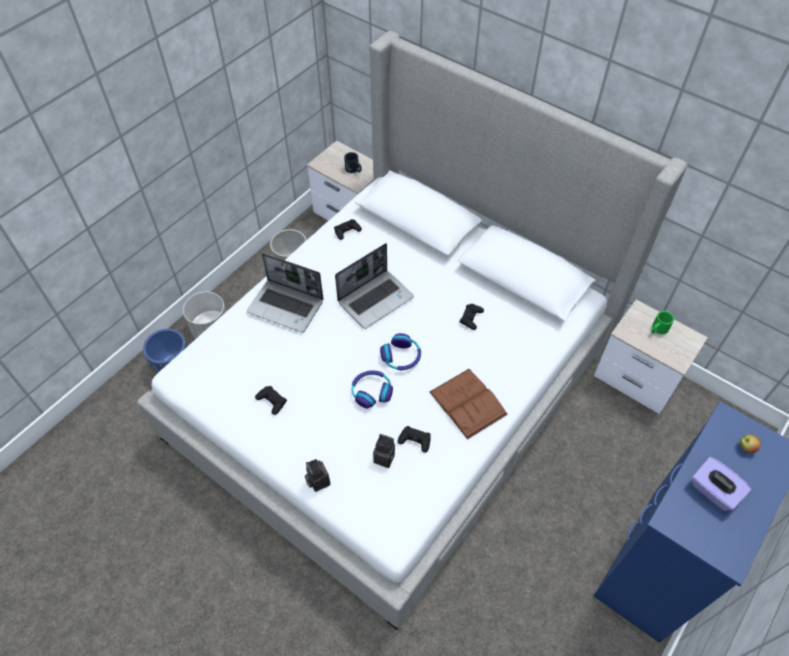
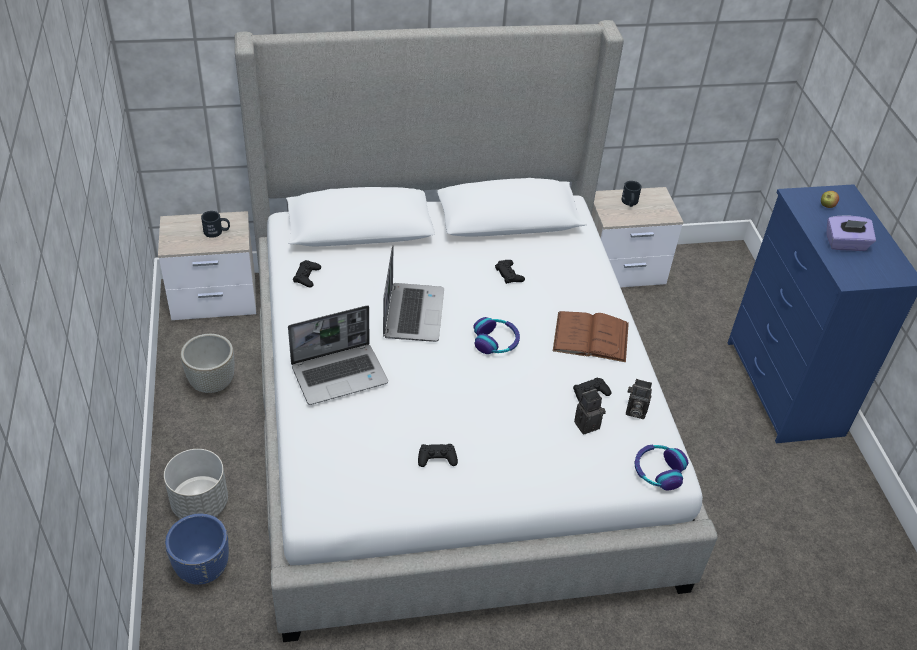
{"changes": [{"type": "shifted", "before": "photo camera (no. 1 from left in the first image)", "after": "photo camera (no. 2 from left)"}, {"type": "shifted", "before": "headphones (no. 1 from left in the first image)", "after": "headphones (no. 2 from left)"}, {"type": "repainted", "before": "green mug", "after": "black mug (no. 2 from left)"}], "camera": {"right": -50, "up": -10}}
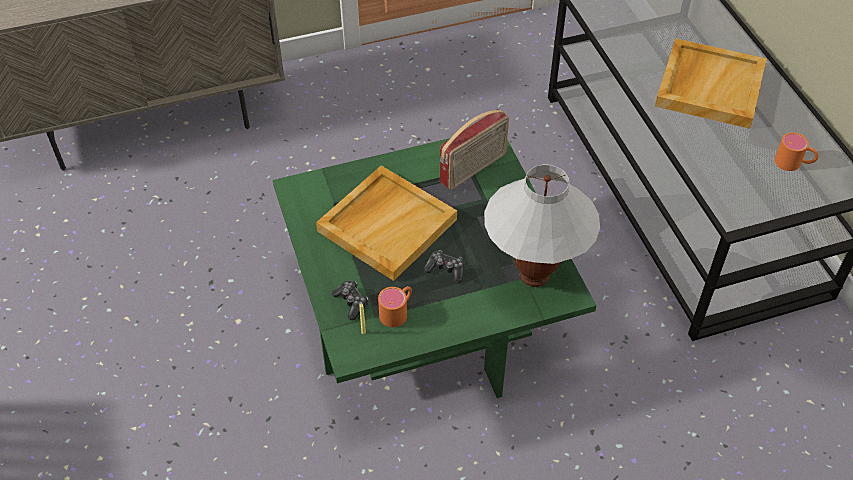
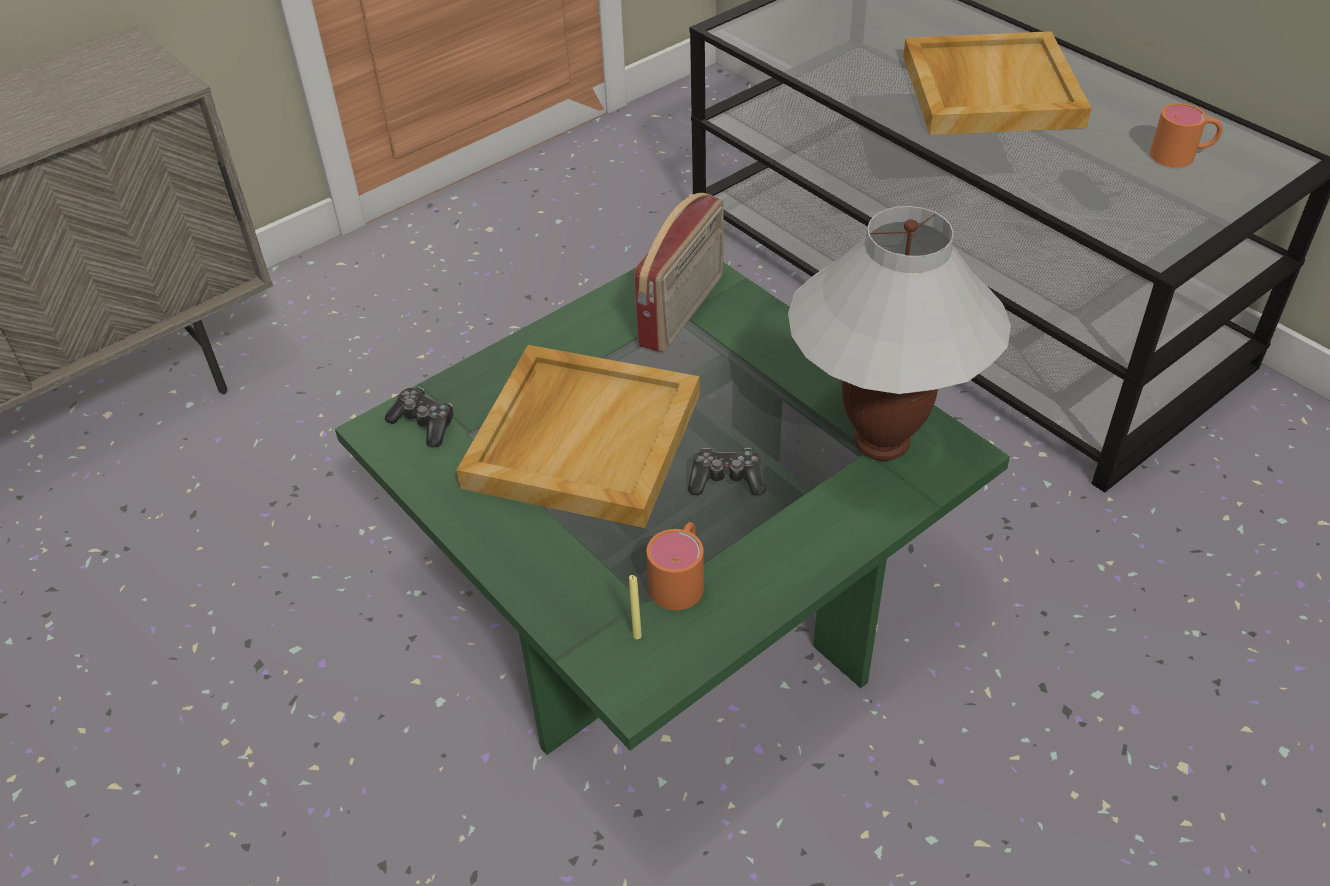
{"changes": [{"type": "shifted", "before": "game controller (no. 1 from left)"}], "camera": {"right": -20, "up": -5}}
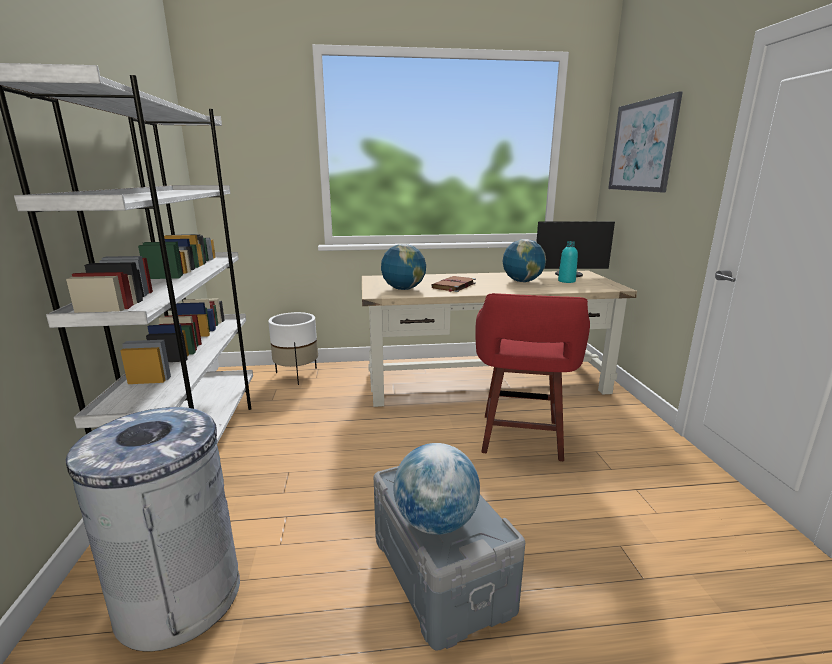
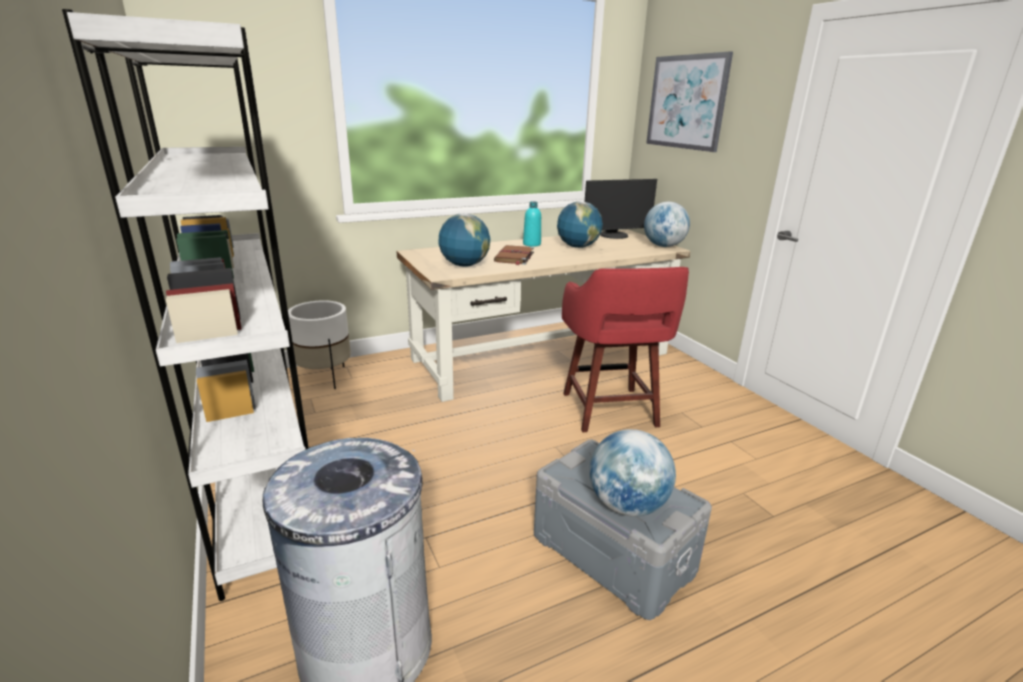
{"changes": [{"type": "new", "after": "globe (no. 4 from left)"}, {"type": "shifted", "before": "turquoise bottle"}], "camera": {"right": -20, "up": 5}}
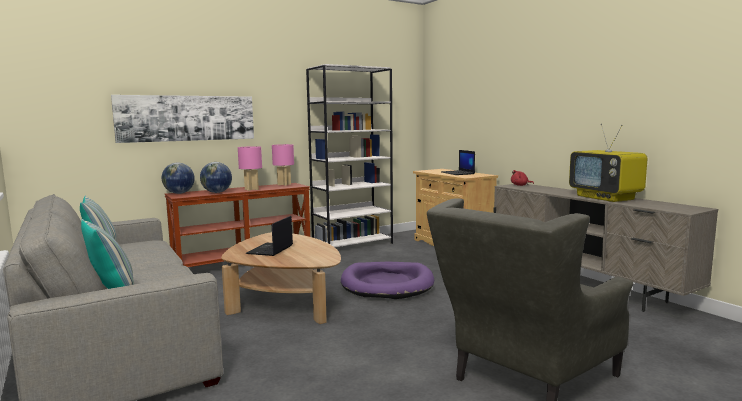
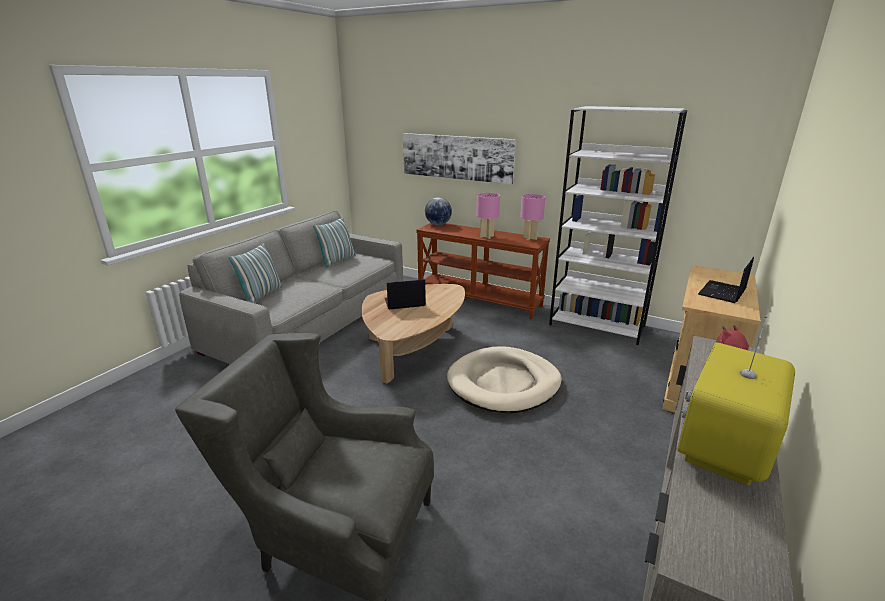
{"changes": [{"type": "gone", "before": "globe (no. 2 from left)"}, {"type": "repainted", "before": "purple dog bed", "after": "beige dog bed"}], "camera": {"right": 60, "up": 15}}
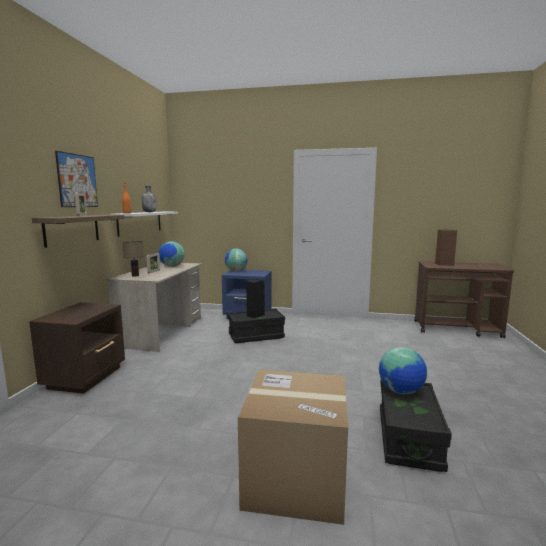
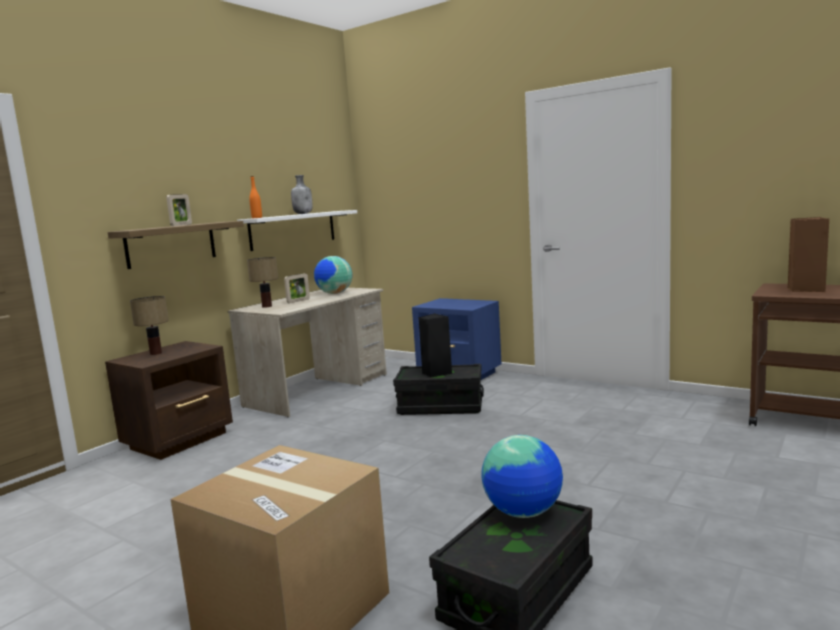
{"changes": [{"type": "gone", "before": "picture"}, {"type": "gone", "before": "globe (no. 2 from left)"}, {"type": "new", "after": "table lamp (no. 1 from left)"}], "camera": {"right": 25, "up": 0}}
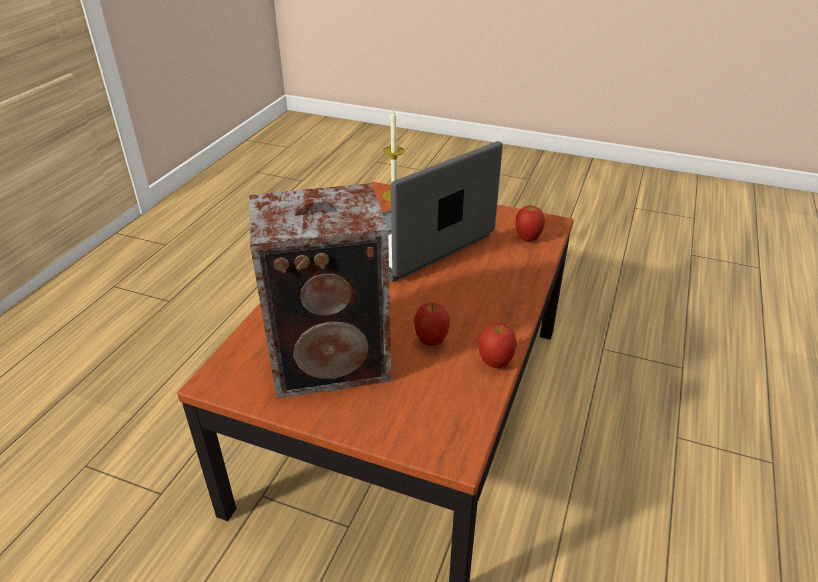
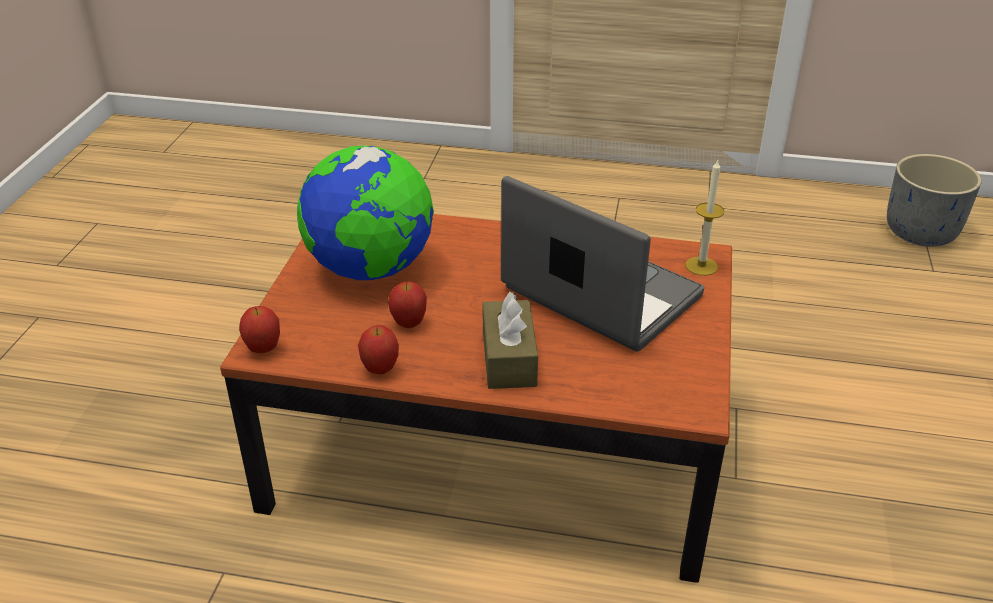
{"changes": [{"type": "new", "after": "brown tissue box"}, {"type": "new", "after": "grey planter"}, {"type": "shifted", "before": "apple (no. 3 from left in the first image)", "after": "apple (no. 1 from left)"}, {"type": "swapped", "before": "speaker", "after": "globe"}], "camera": {"right": 80, "up": 0}}
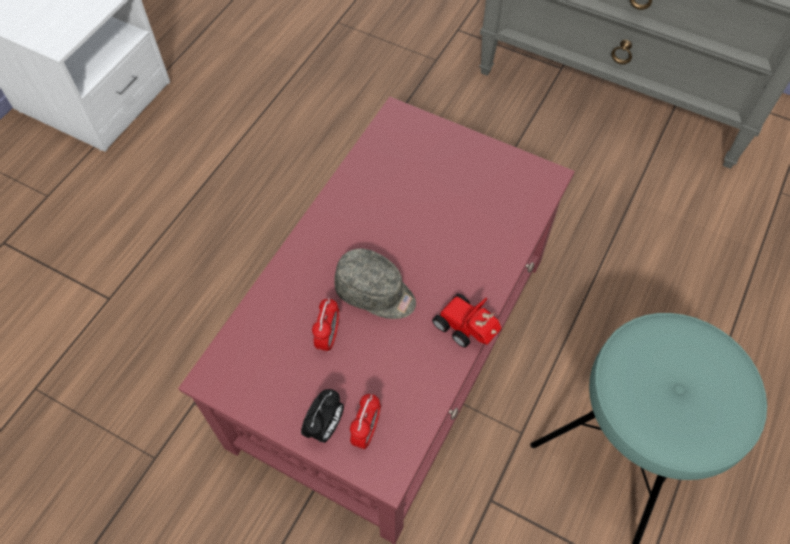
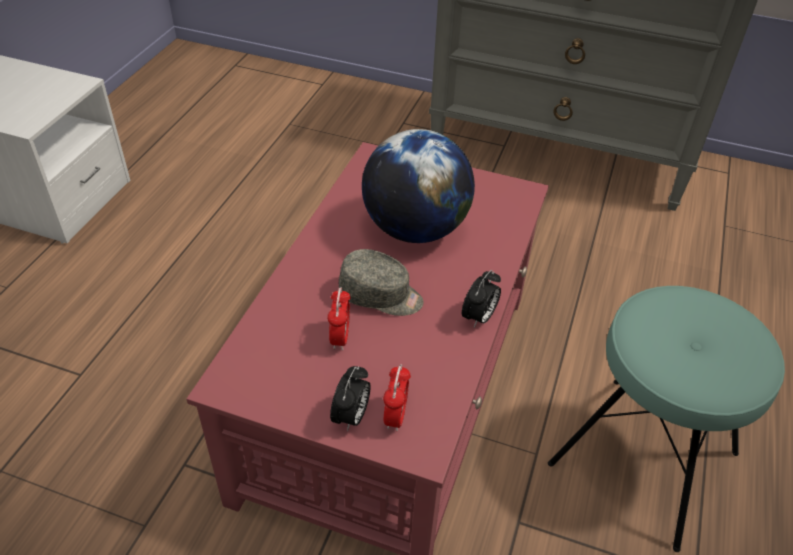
{"changes": [{"type": "new", "after": "globe"}, {"type": "swapped", "before": "toy car", "after": "alarm clock (no. 4 from left)"}], "camera": {"right": -10, "up": -15}}
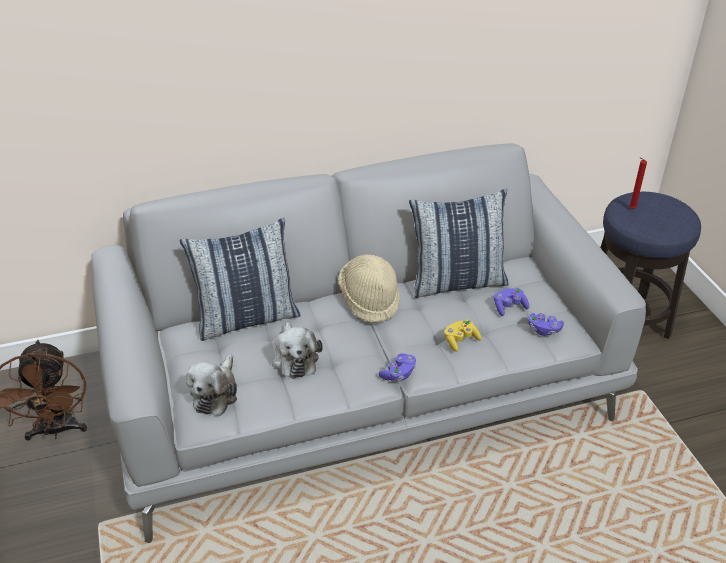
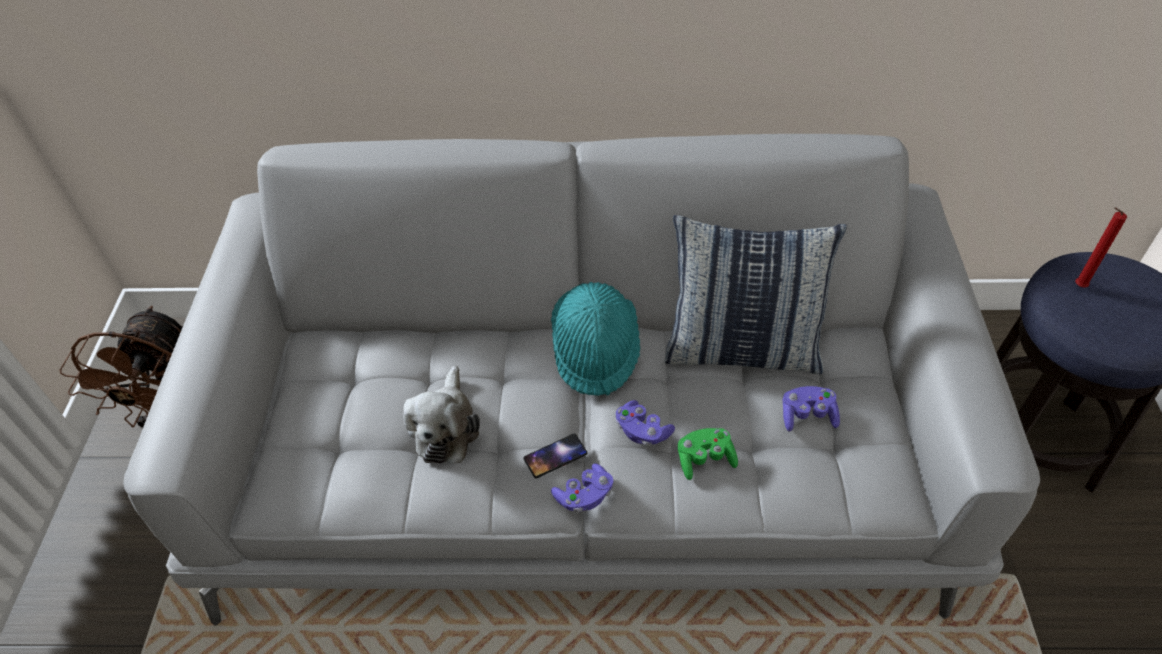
{"changes": [{"type": "gone", "before": "pillow (no. 1 from left)"}, {"type": "gone", "before": "plush toy (no. 1 from left)"}, {"type": "new", "after": "phone"}, {"type": "shifted", "before": "purple game controller (no. 3 from left in the first image)", "after": "purple game controller (no. 2 from left)"}, {"type": "repainted", "before": "beige hat", "after": "turquoise hat"}, {"type": "repainted", "before": "yellow game controller", "after": "green game controller"}], "camera": {"right": 20, "up": 10}}
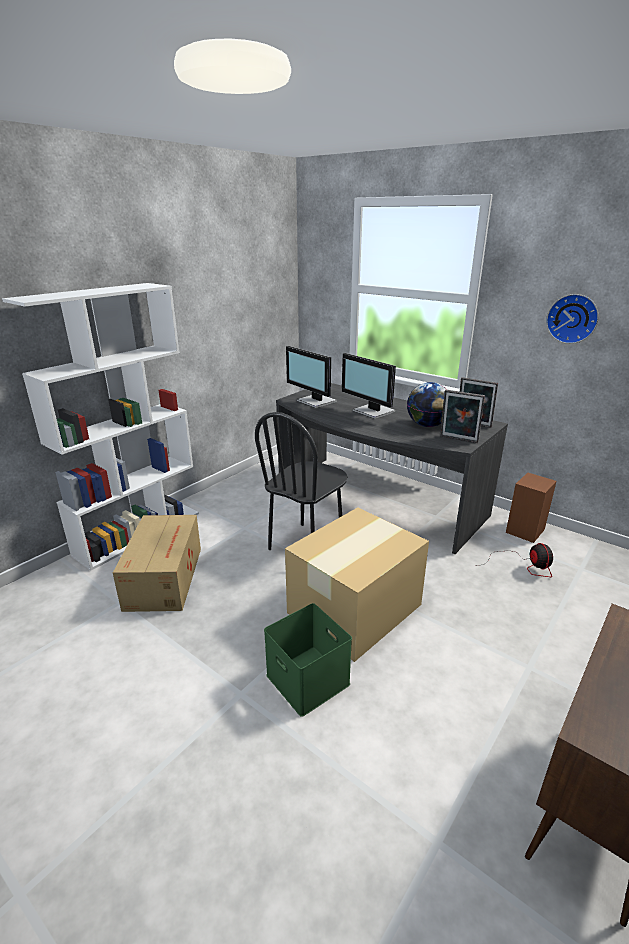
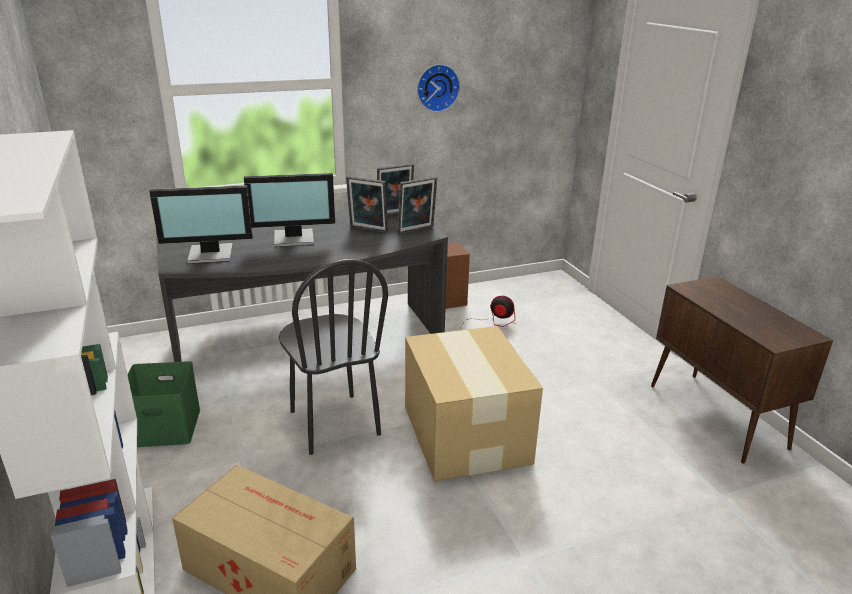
{"changes": [{"type": "shifted", "before": "green storage box"}, {"type": "swapped", "before": "globe", "after": "picture frame (no. 1 from left)"}], "camera": {"right": -60, "up": 0}}
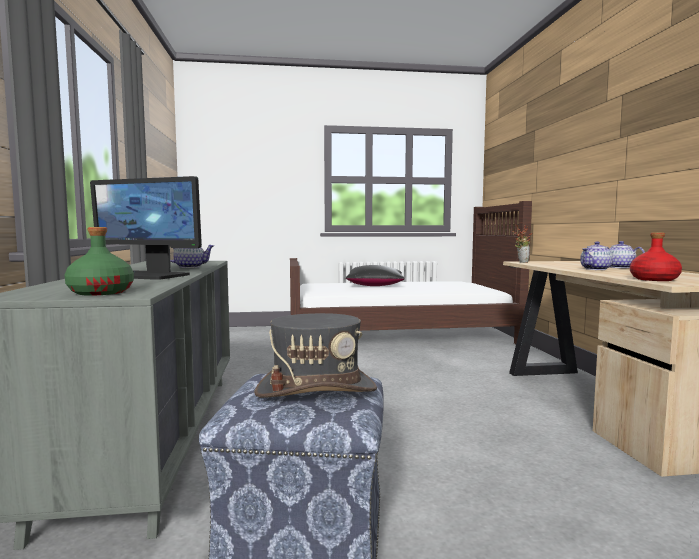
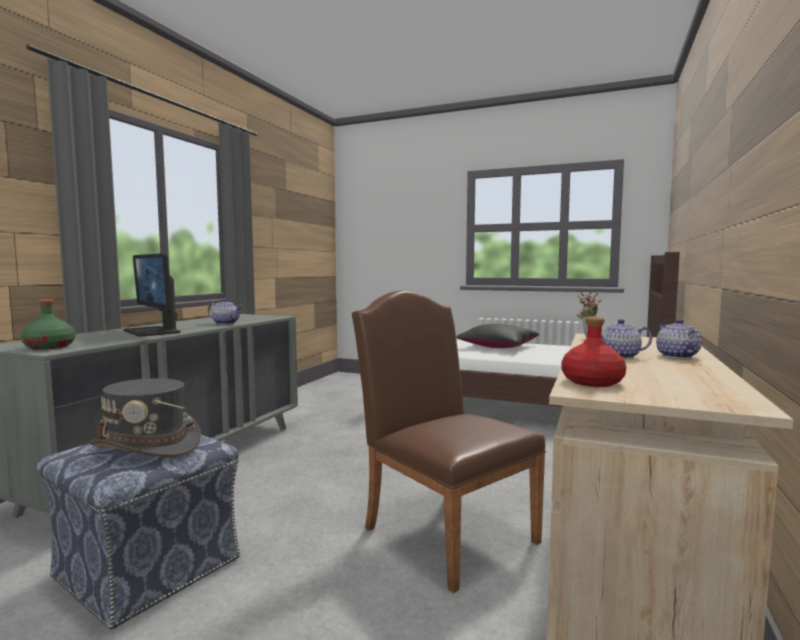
{"changes": [{"type": "new", "after": "brown chair"}], "camera": {"right": 30, "up": 0}}
